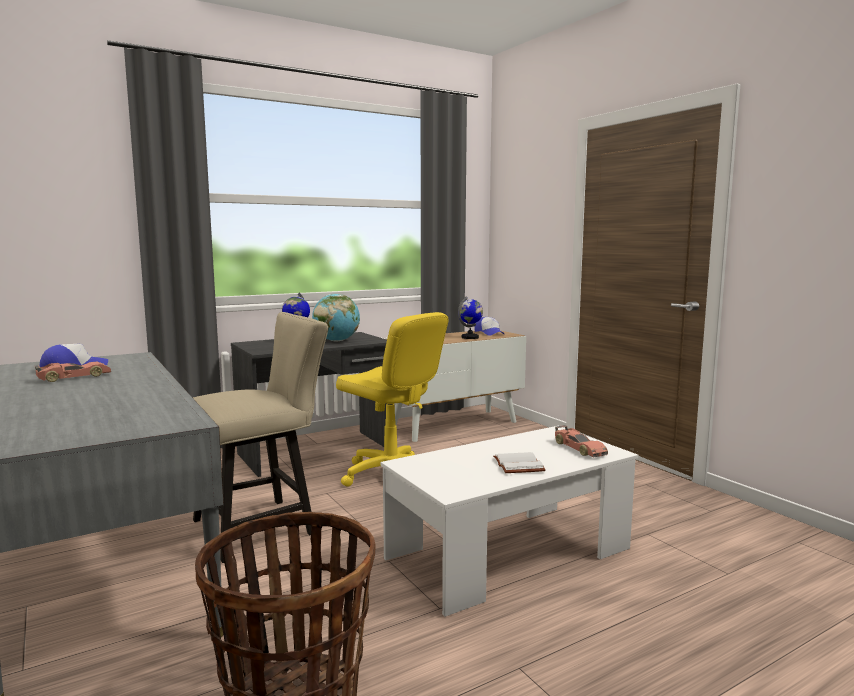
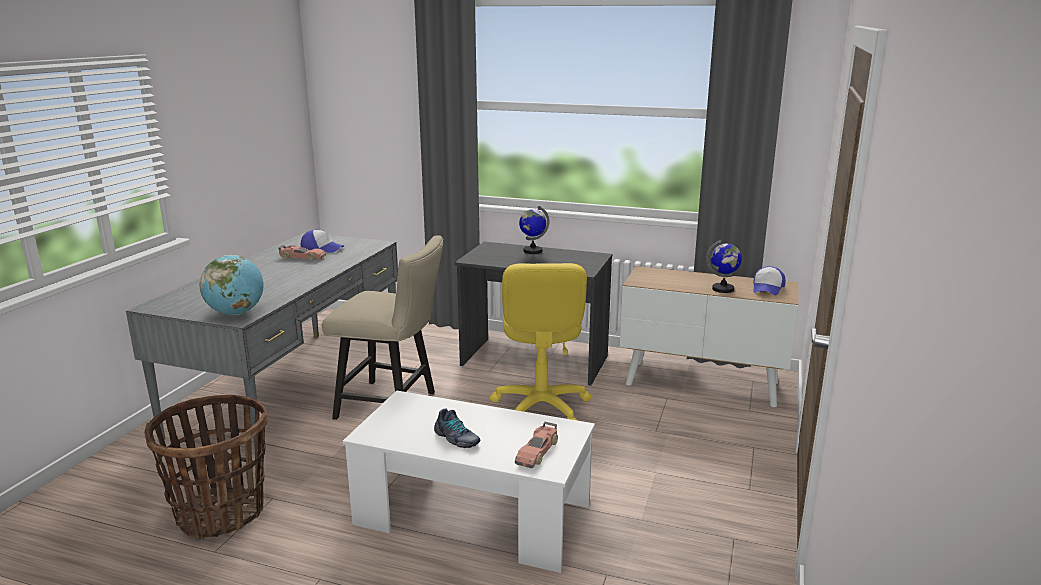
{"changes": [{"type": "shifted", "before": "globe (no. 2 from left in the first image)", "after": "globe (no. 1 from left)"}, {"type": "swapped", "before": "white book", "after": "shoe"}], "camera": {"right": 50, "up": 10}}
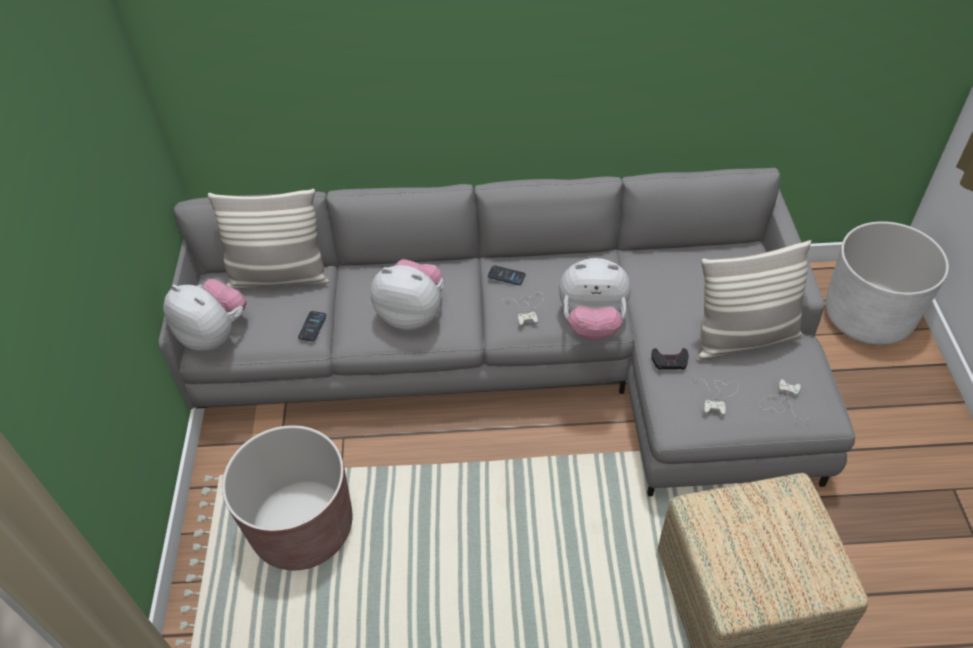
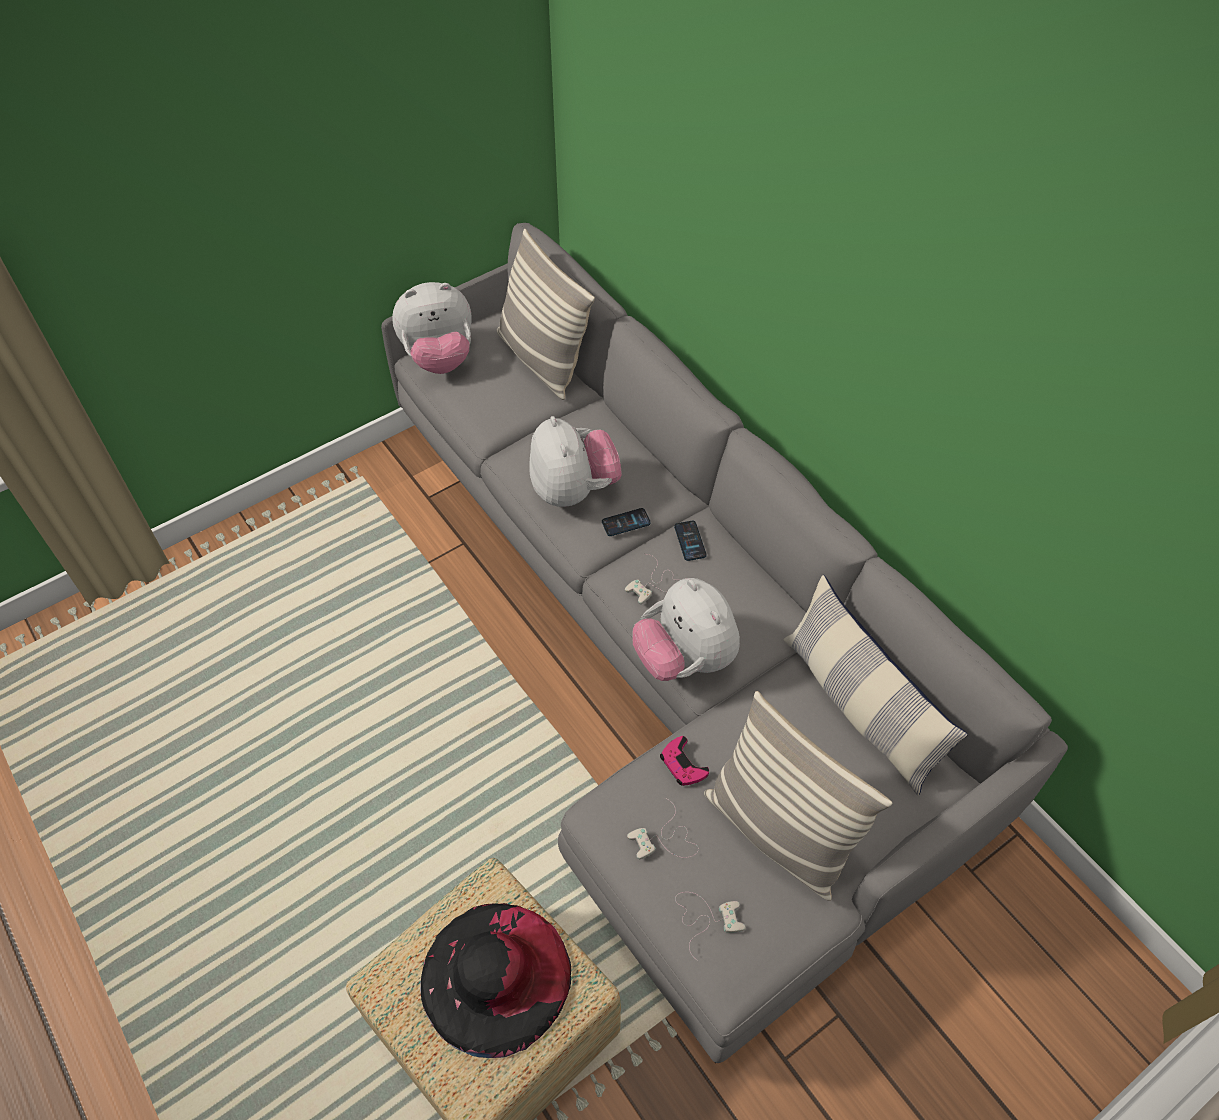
{"changes": [{"type": "gone", "before": "brown planter"}, {"type": "gone", "before": "white planter"}, {"type": "new", "after": "black hat"}, {"type": "new", "after": "pillow (no. 3 from left)"}, {"type": "shifted", "before": "phone (no. 1 from left)"}, {"type": "repainted", "before": "black game controller", "after": "pink game controller"}, {"type": "rotated", "before": "plush toy (no. 1 from left)", "turn": 75}], "camera": {"right": 55, "up": 5}}
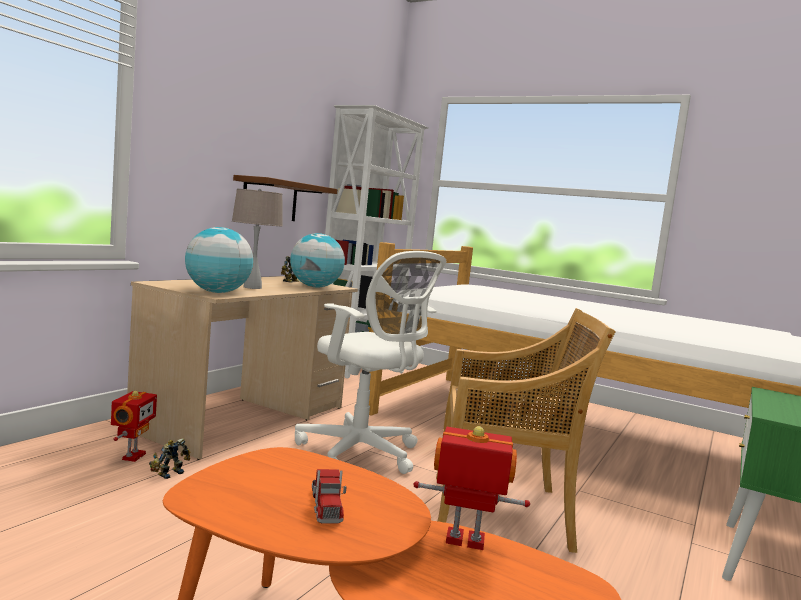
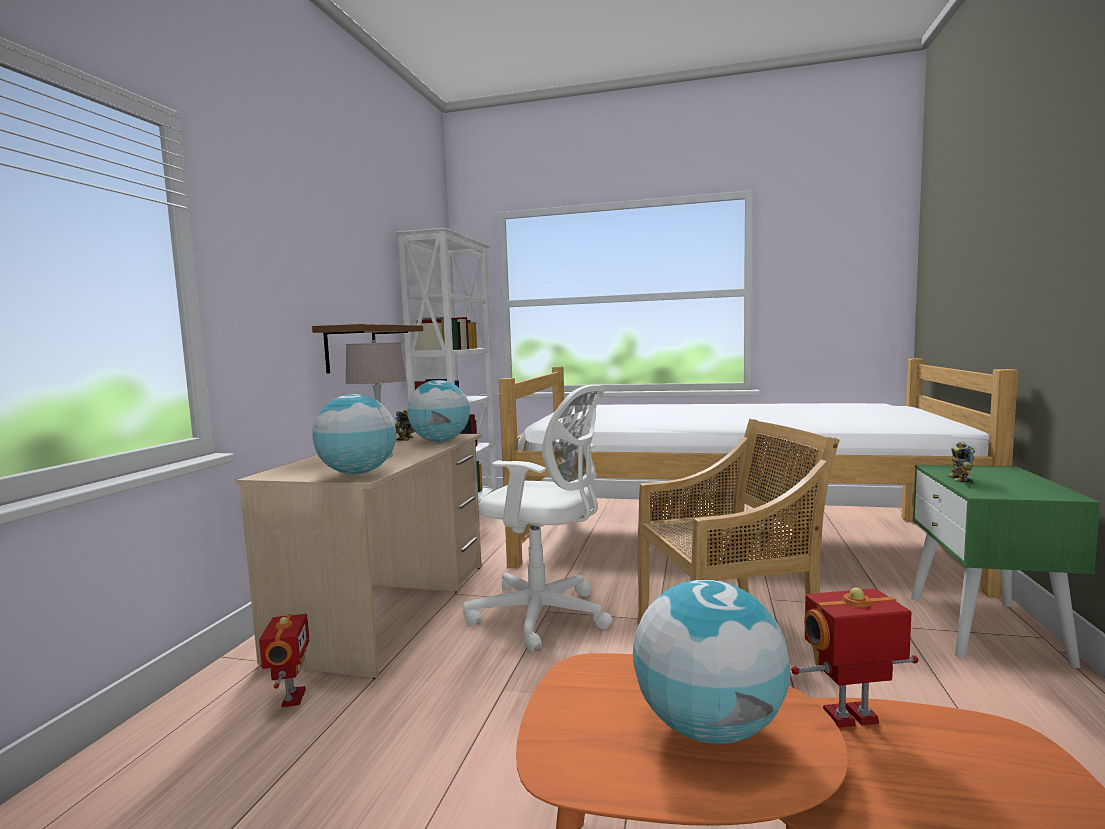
{"changes": [{"type": "shifted", "before": "toy robot (no. 2 from left in the first image)", "after": "toy robot (no. 4 from left)"}, {"type": "swapped", "before": "toy truck", "after": "globe (no. 3 from left)"}], "camera": {"right": -15, "up": 0}}
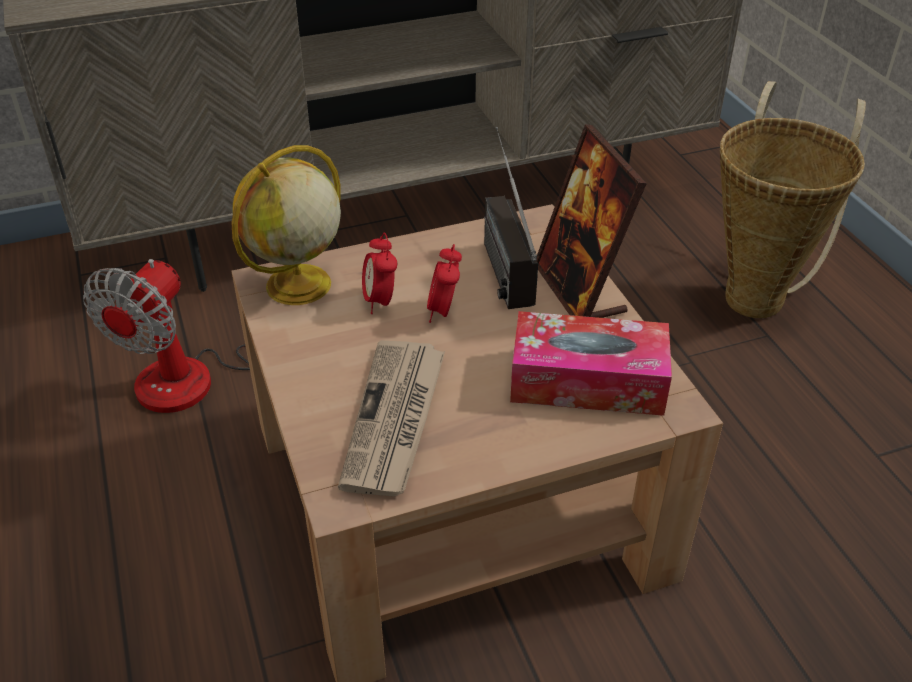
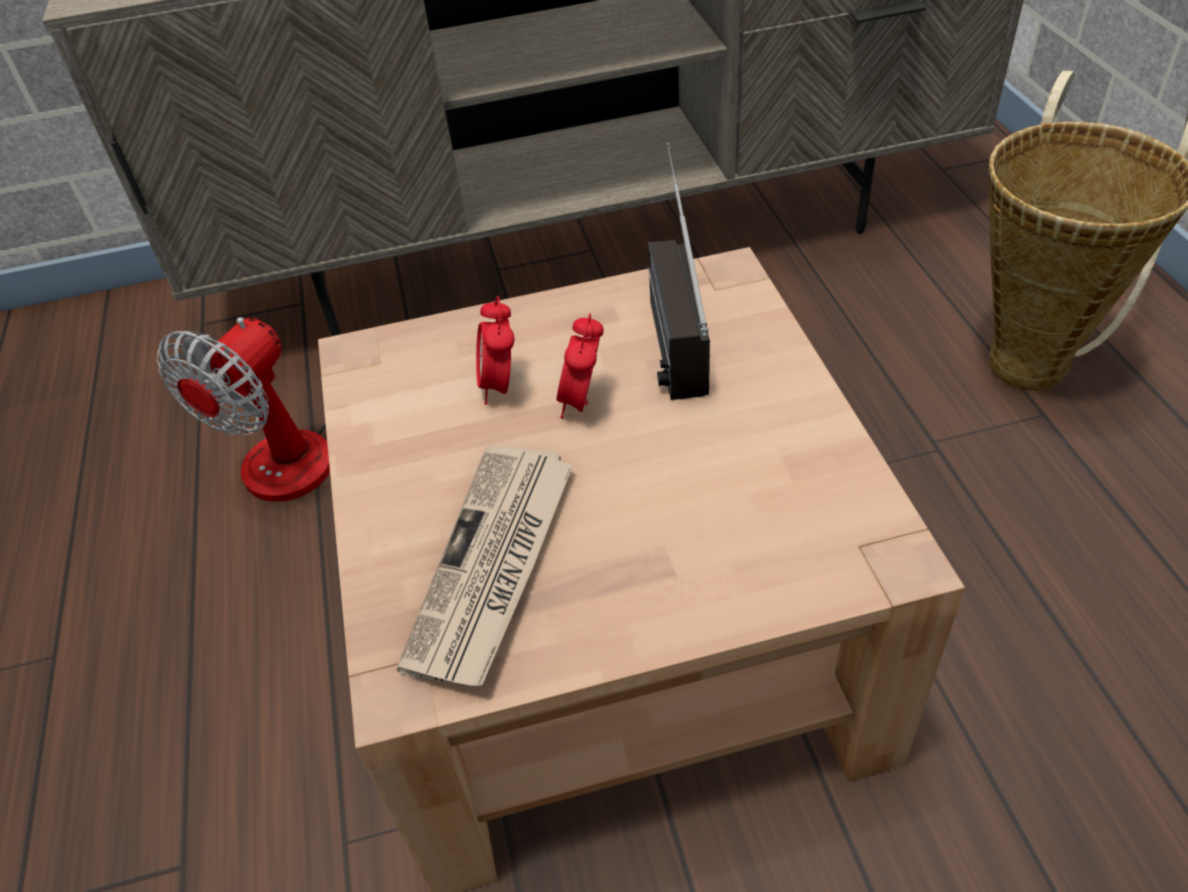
{"changes": [{"type": "gone", "before": "globe"}, {"type": "gone", "before": "tissue box"}, {"type": "gone", "before": "picture frame"}], "camera": {"right": 10, "up": 5}}
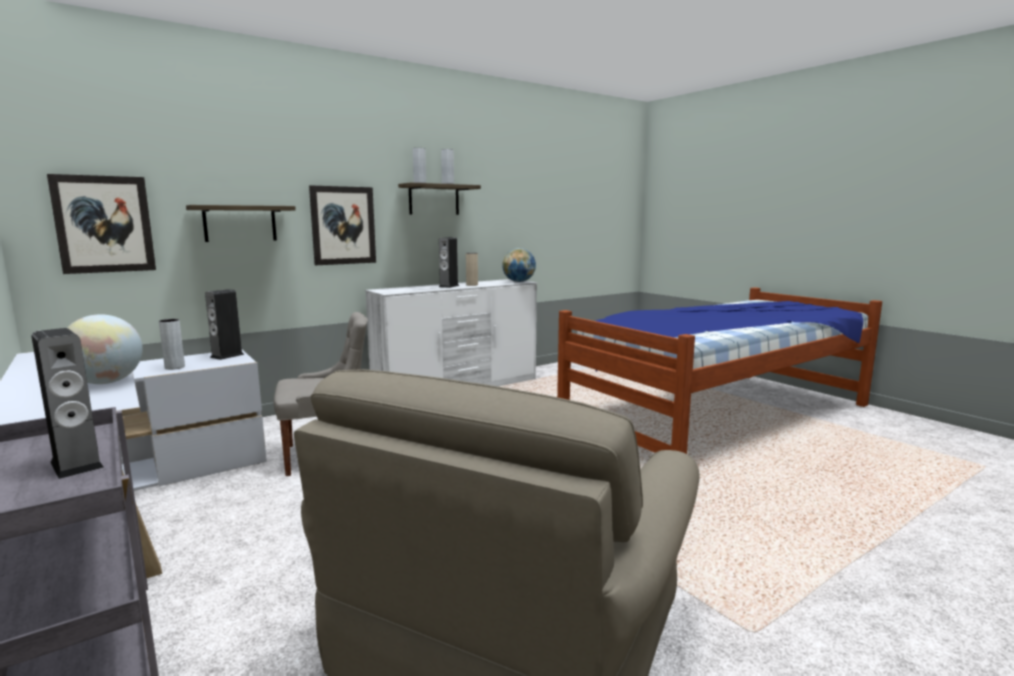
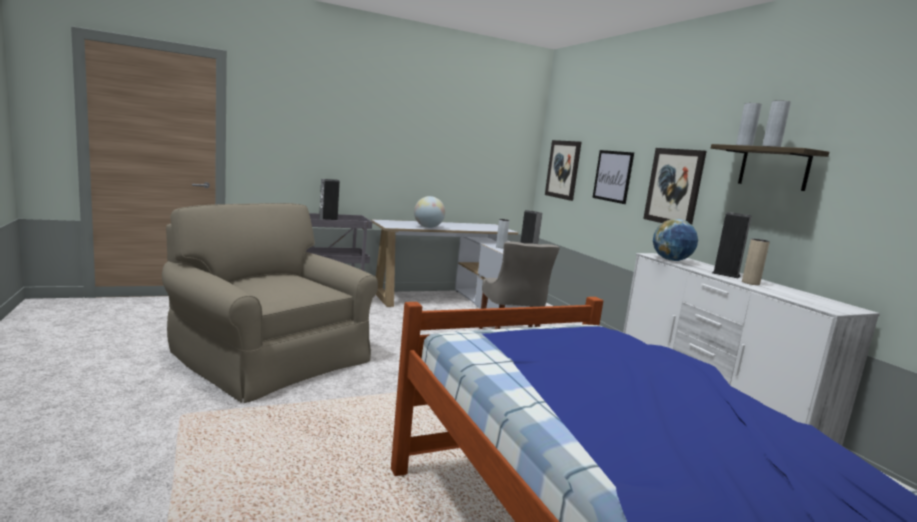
{"changes": [{"type": "shifted", "before": "globe (no. 2 from left)"}, {"type": "swapped", "before": "shelf (no. 1 from left)", "after": "picture (no. 2 from left)"}], "camera": {"right": 100, "up": 0}}
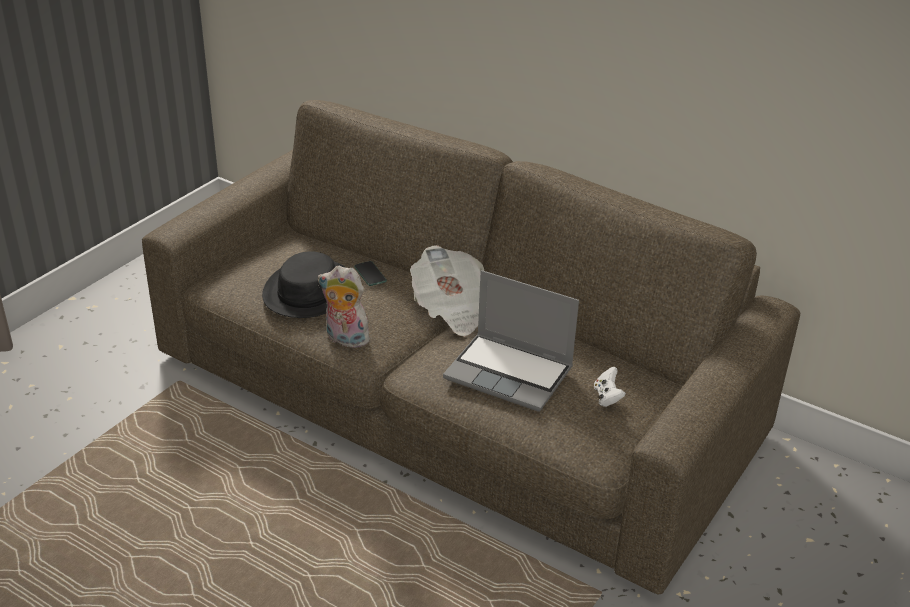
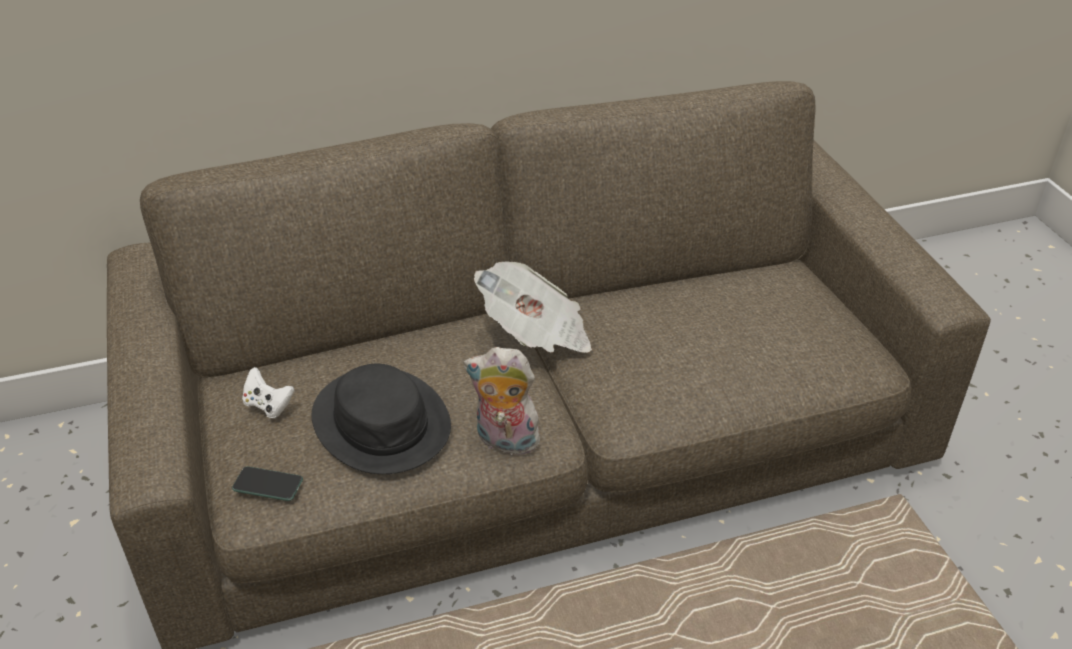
{"changes": [{"type": "gone", "before": "laptop"}, {"type": "shifted", "before": "phone"}, {"type": "shifted", "before": "white game controller"}, {"type": "rotated", "before": "plush toy", "turn": 45}], "camera": {"right": -50, "up": 5}}
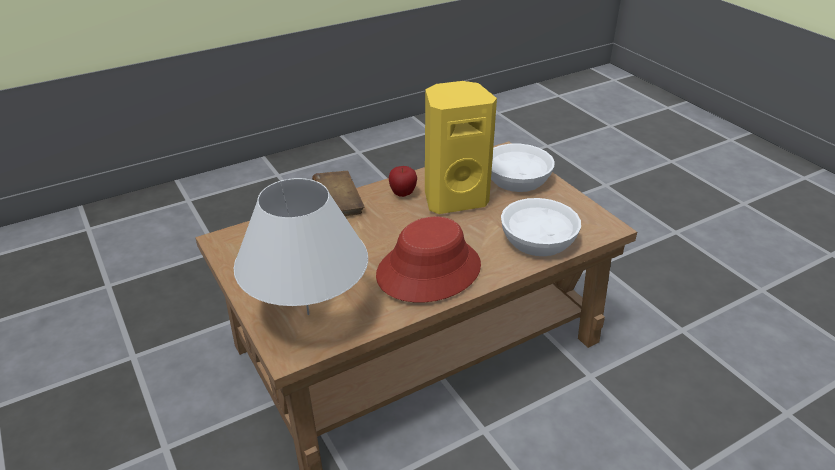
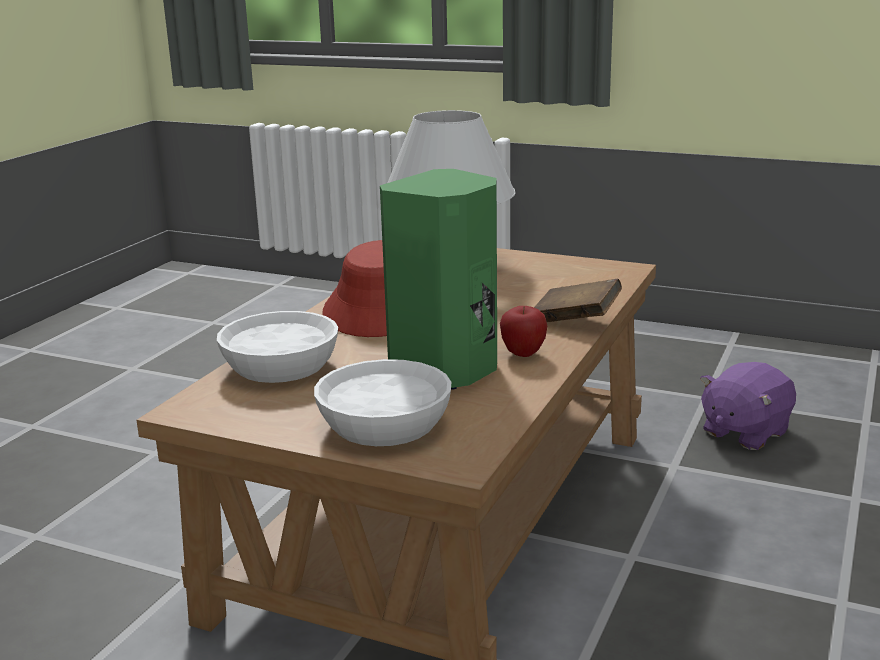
{"changes": [{"type": "new", "after": "purple plush toy"}, {"type": "repainted", "before": "yellow speaker", "after": "green speaker"}], "camera": {"right": 145, "up": -15}}
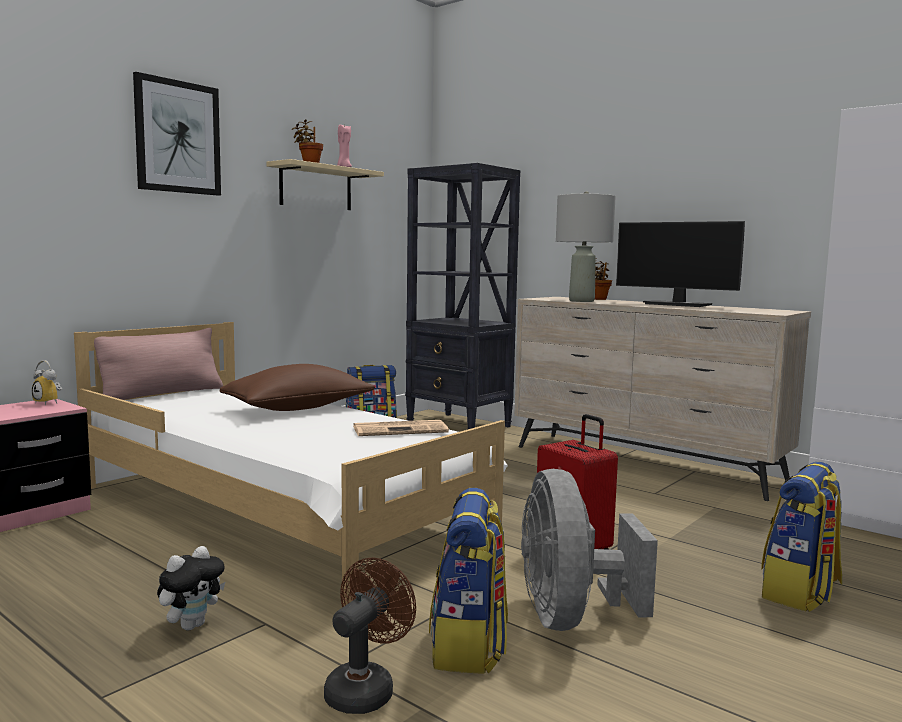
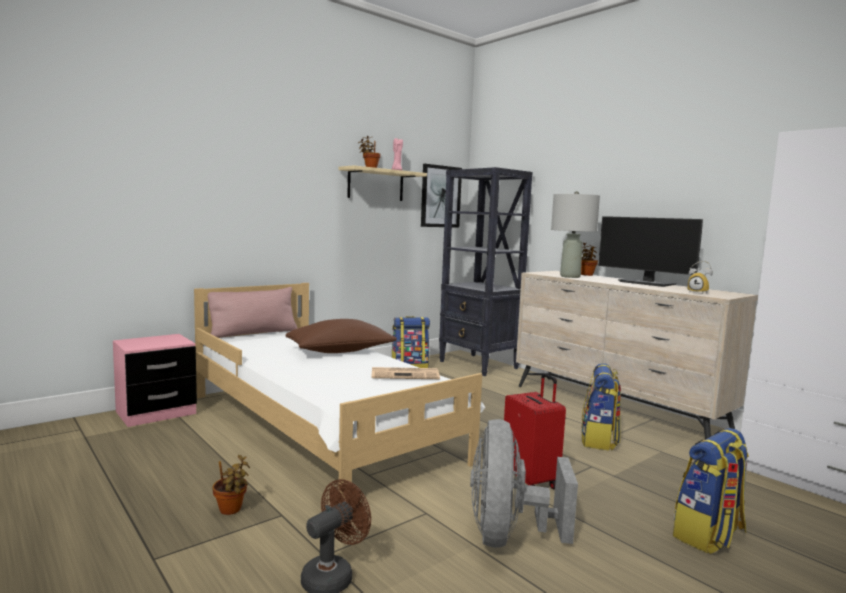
{"changes": [{"type": "shifted", "before": "alarm clock"}, {"type": "shifted", "before": "picture"}, {"type": "shifted", "before": "backpack (no. 2 from left)"}, {"type": "swapped", "before": "plush toy", "after": "potted plant (no. 1 from left)"}], "camera": {"right": 10, "up": 0}}
